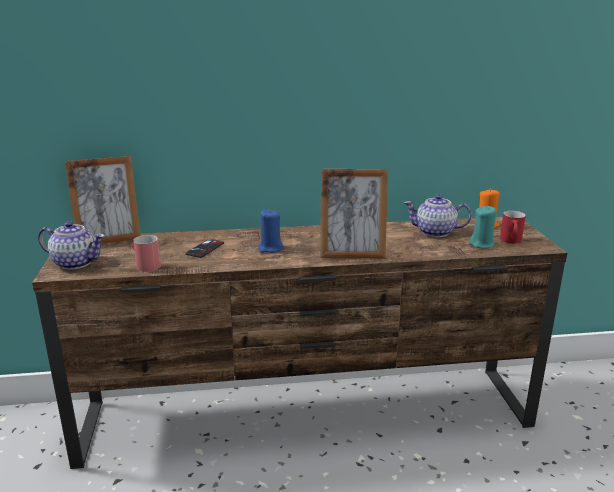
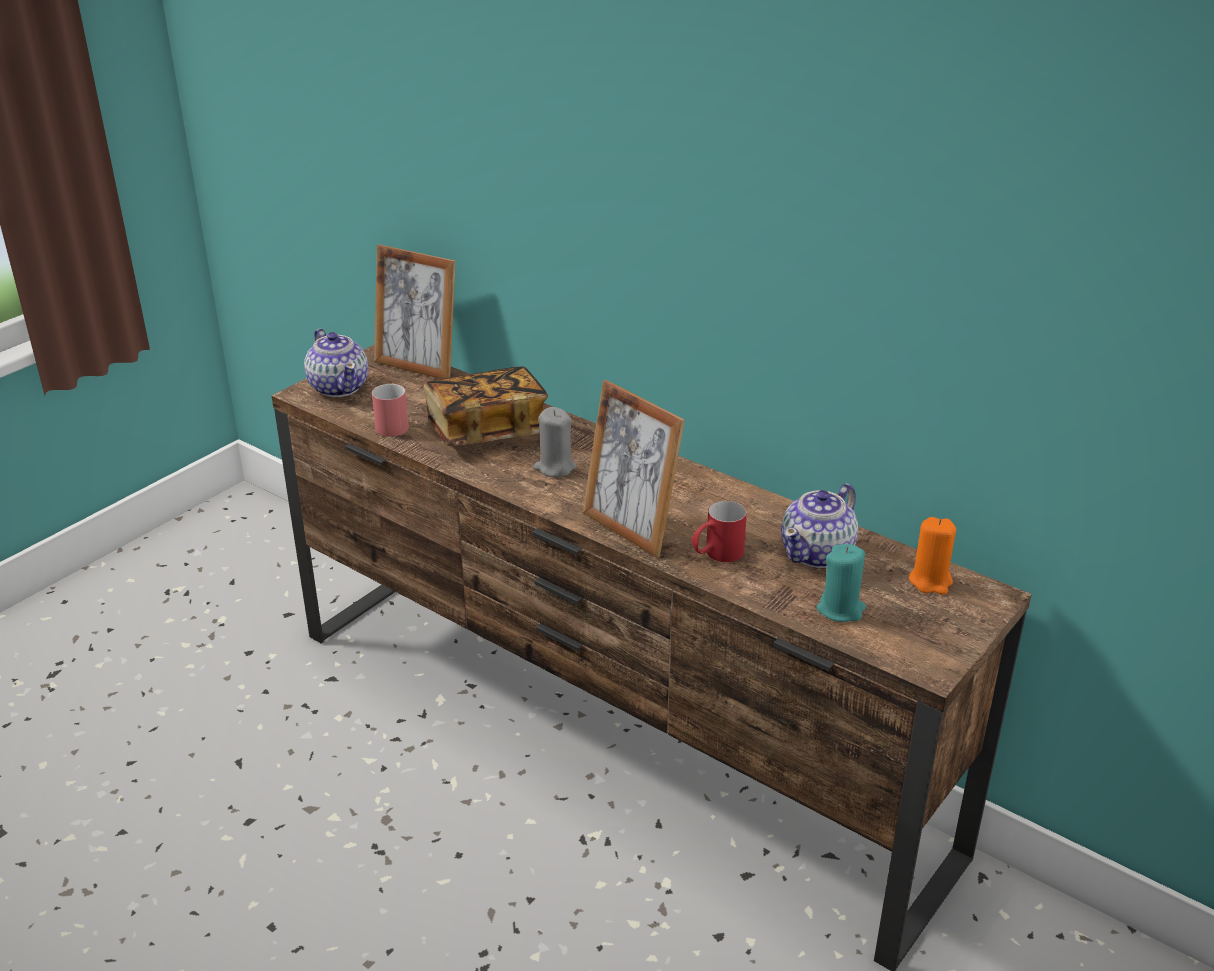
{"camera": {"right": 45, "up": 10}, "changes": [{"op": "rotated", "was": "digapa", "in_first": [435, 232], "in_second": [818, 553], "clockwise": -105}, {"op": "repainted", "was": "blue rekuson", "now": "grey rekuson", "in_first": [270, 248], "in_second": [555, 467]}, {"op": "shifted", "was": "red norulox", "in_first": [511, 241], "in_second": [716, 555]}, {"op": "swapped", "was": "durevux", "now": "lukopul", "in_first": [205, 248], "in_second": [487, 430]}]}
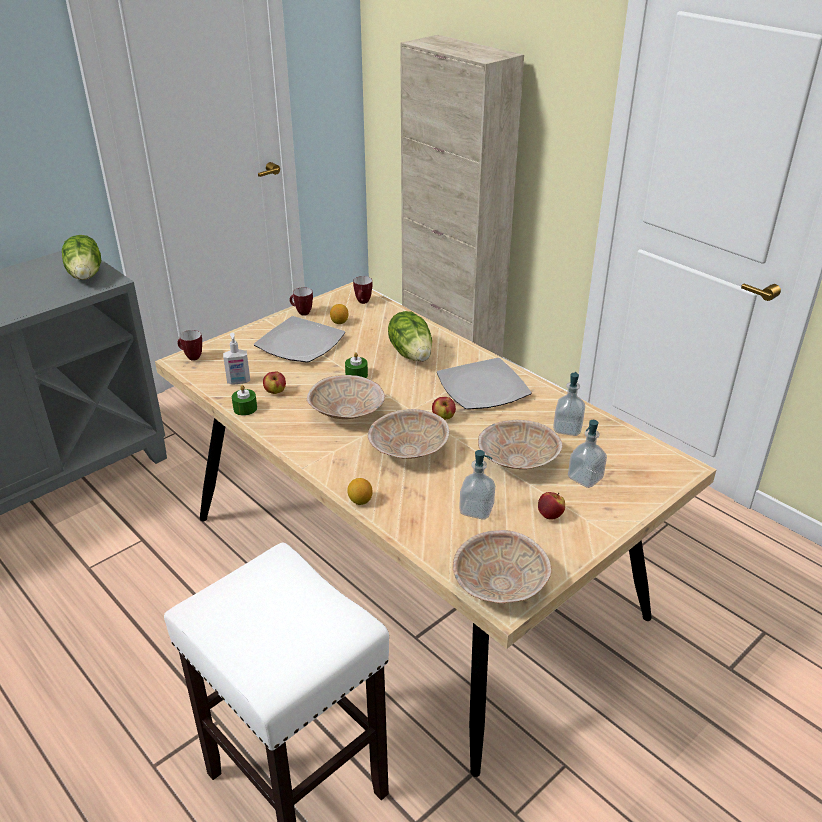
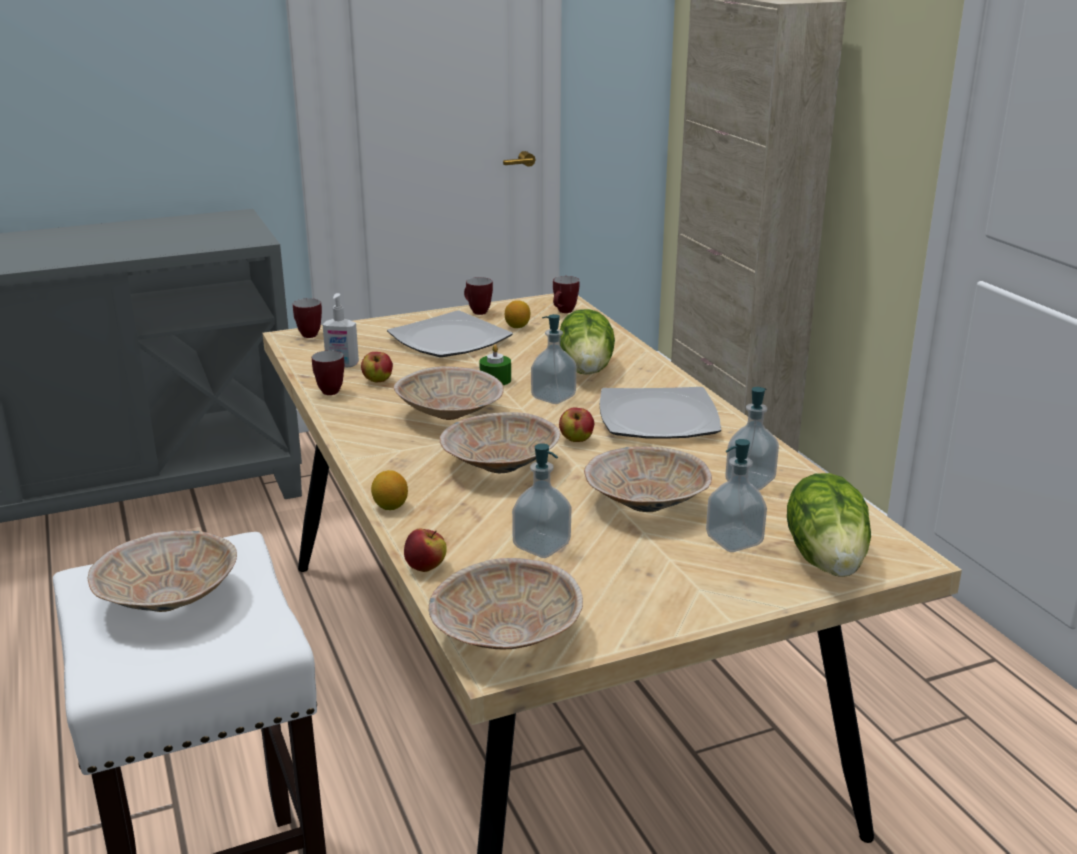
{"camera": {"right": 20, "up": -10}, "changes": [{"op": "shifted", "was": "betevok", "in_first": [86, 275], "in_second": [827, 558]}, {"op": "swapped", "was": "green rekuson", "now": "norulox", "in_first": [245, 408], "in_second": [327, 391]}, {"op": "shifted", "was": "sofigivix", "in_first": [550, 515], "in_second": [426, 567]}, {"op": "new", "now": "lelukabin", "in_second": [553, 397]}, {"op": "new", "now": "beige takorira", "in_second": [169, 599]}]}
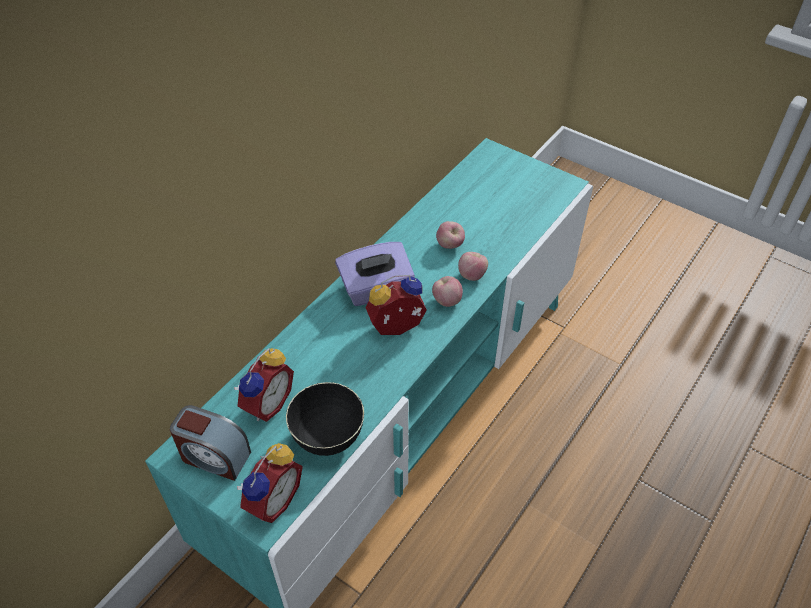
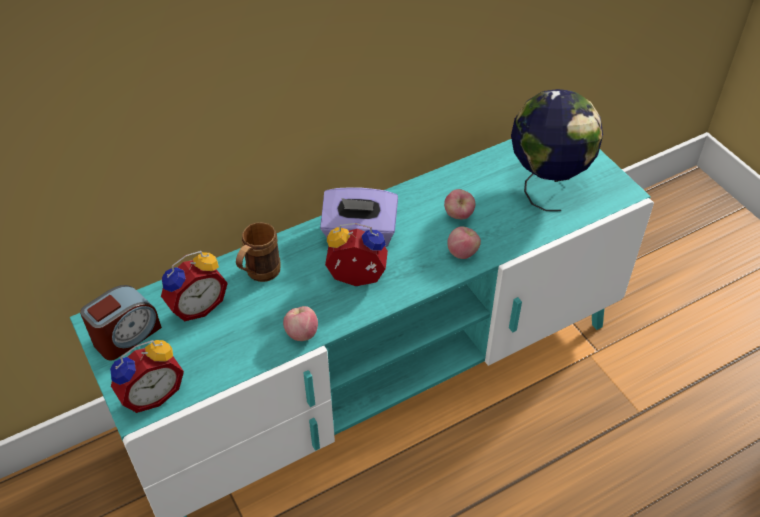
{"camera": {"right": 25, "up": 0}, "changes": [{"op": "shifted", "was": "sofigivix", "in_first": [446, 301], "in_second": [301, 333]}, {"op": "gone", "was": "black takorira", "in_first": [328, 437]}, {"op": "rotated", "was": "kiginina", "in_first": [214, 456], "in_second": [126, 336], "clockwise": -90}, {"op": "new", "now": "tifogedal", "in_second": [547, 185]}, {"op": "new", "now": "brown norulox", "in_second": [258, 275]}]}
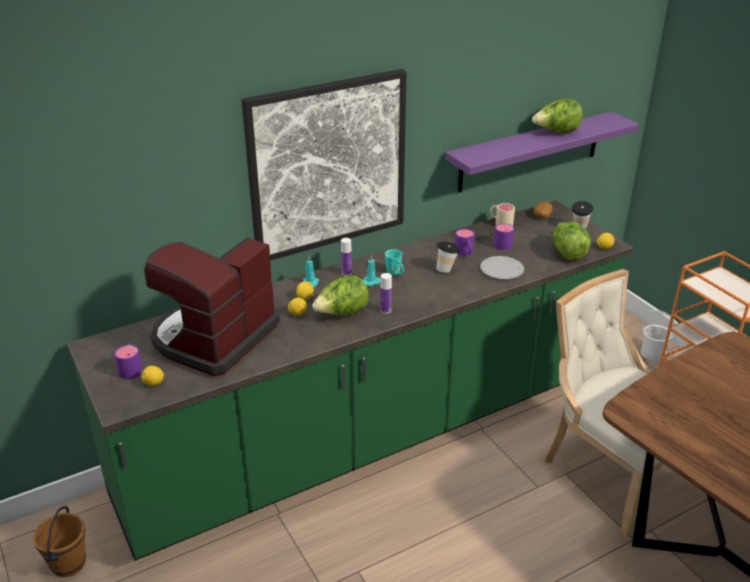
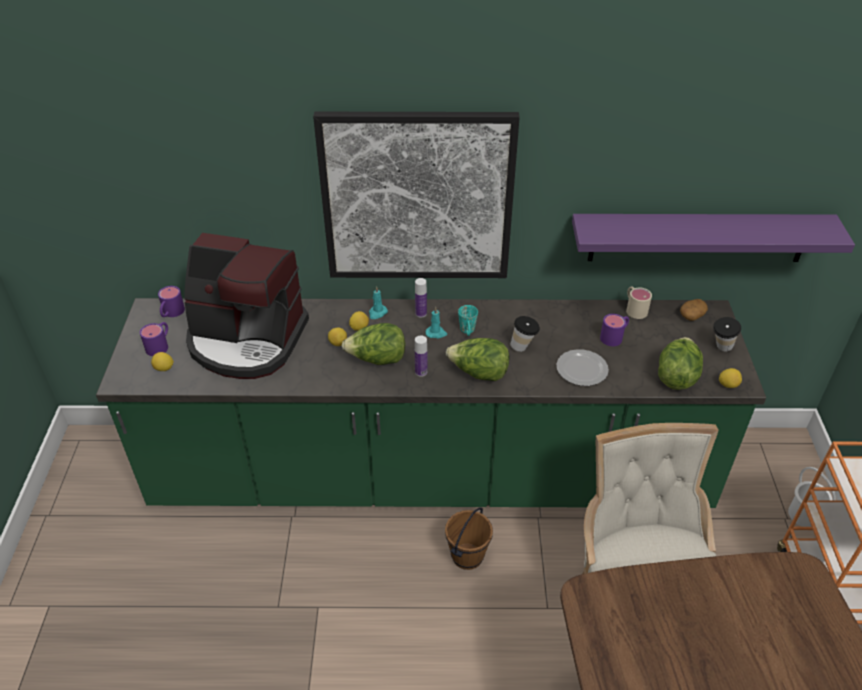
{"camera": {"right": 30, "up": 10}, "changes": [{"op": "shifted", "was": "betevok", "in_first": [556, 133], "in_second": [478, 373]}, {"op": "shifted", "was": "purple norulox", "in_first": [465, 253], "in_second": [171, 313]}, {"op": "rotated", "was": "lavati", "in_first": [214, 338], "in_second": [247, 341], "clockwise": -135}, {"op": "shifted", "was": "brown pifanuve", "in_first": [68, 564], "in_second": [467, 556]}]}
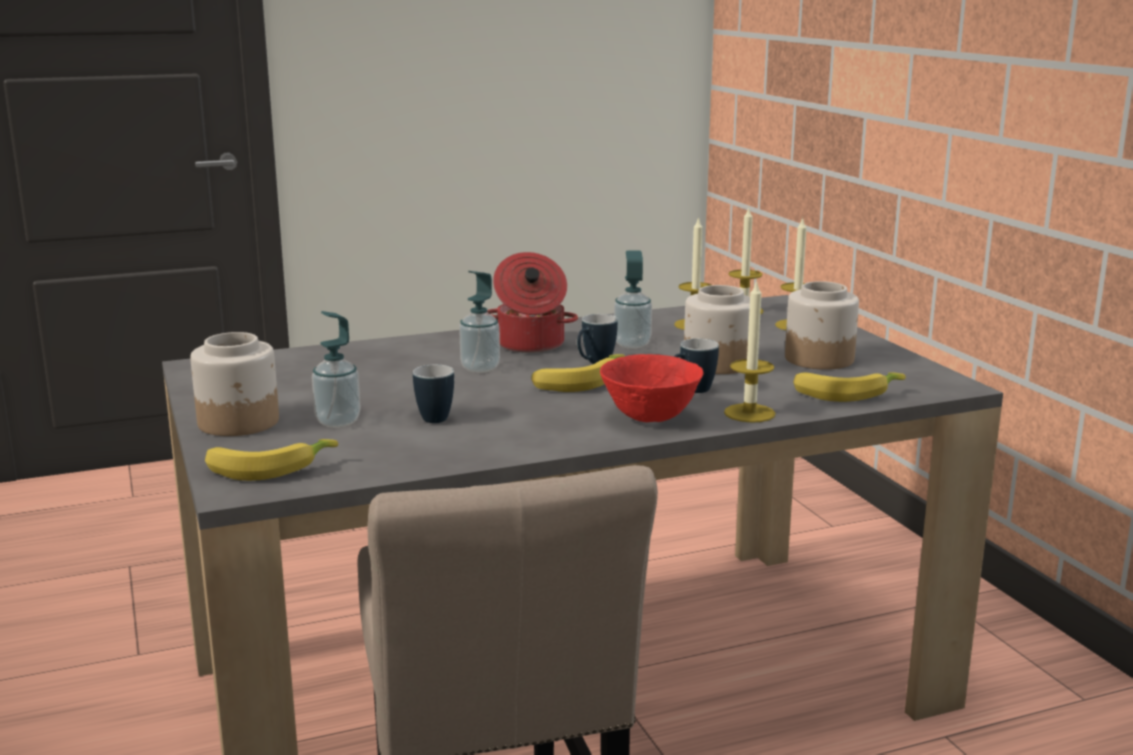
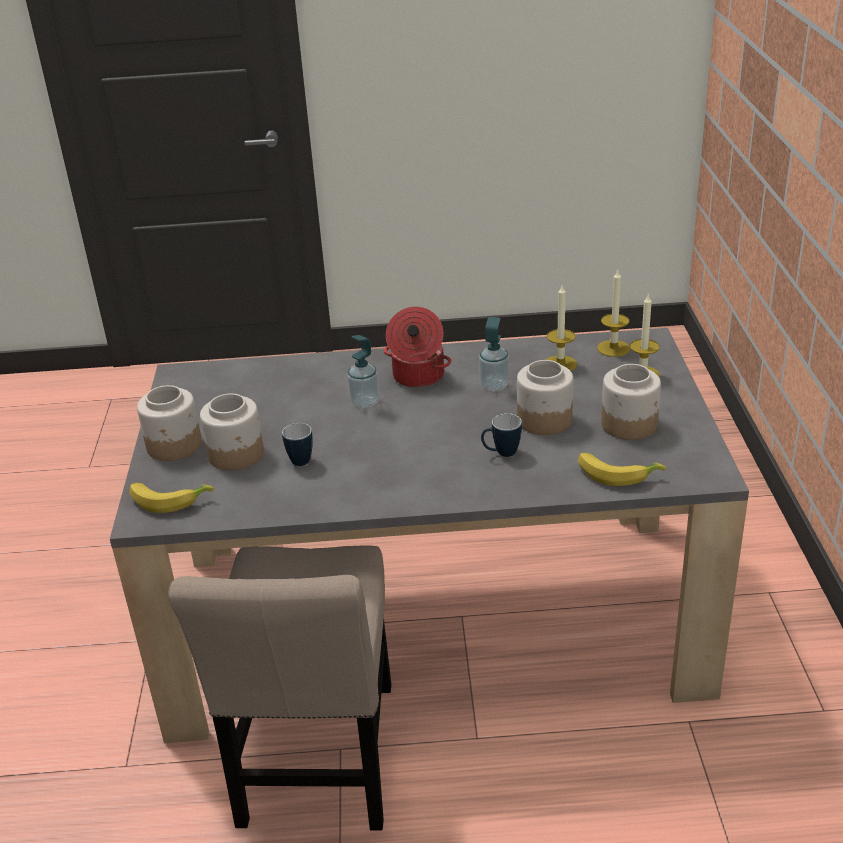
{"camera": {"right": 20, "up": 15}, "changes": [{"op": "gone", "was": "rekuson", "in_first": [749, 413]}, {"op": "swapped", "was": "lelukabin", "now": "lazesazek", "in_first": [338, 422], "in_second": [236, 454]}, {"op": "gone", "was": "norulox", "in_first": [594, 363]}, {"op": "gone", "was": "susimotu", "in_first": [578, 382]}, {"op": "gone", "was": "red takorira", "in_first": [650, 418]}]}
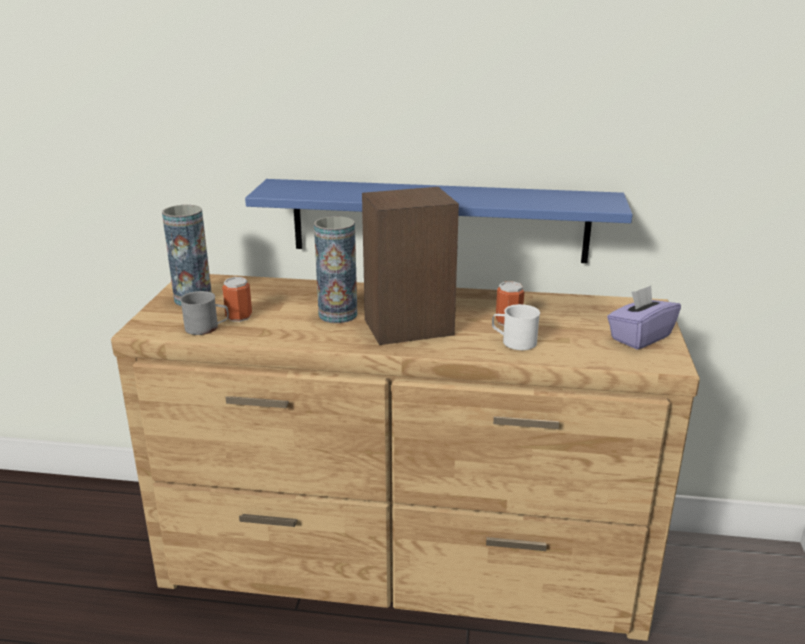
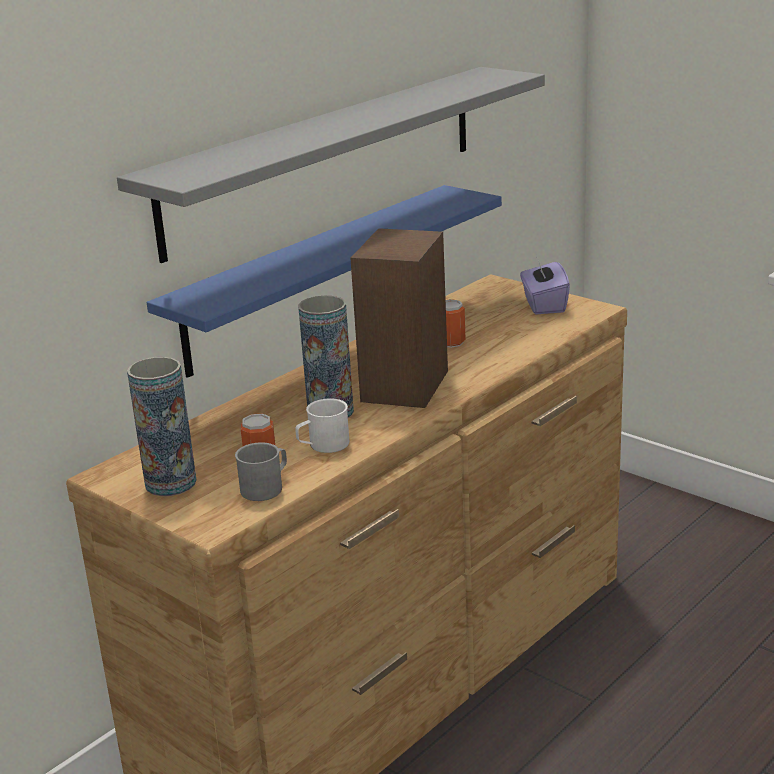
{"camera": {"right": -55, "up": 0}, "changes": [{"op": "shifted", "was": "white norulox", "in_first": [514, 341], "in_second": [323, 445]}, {"op": "new", "now": "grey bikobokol", "in_second": [326, 157]}]}
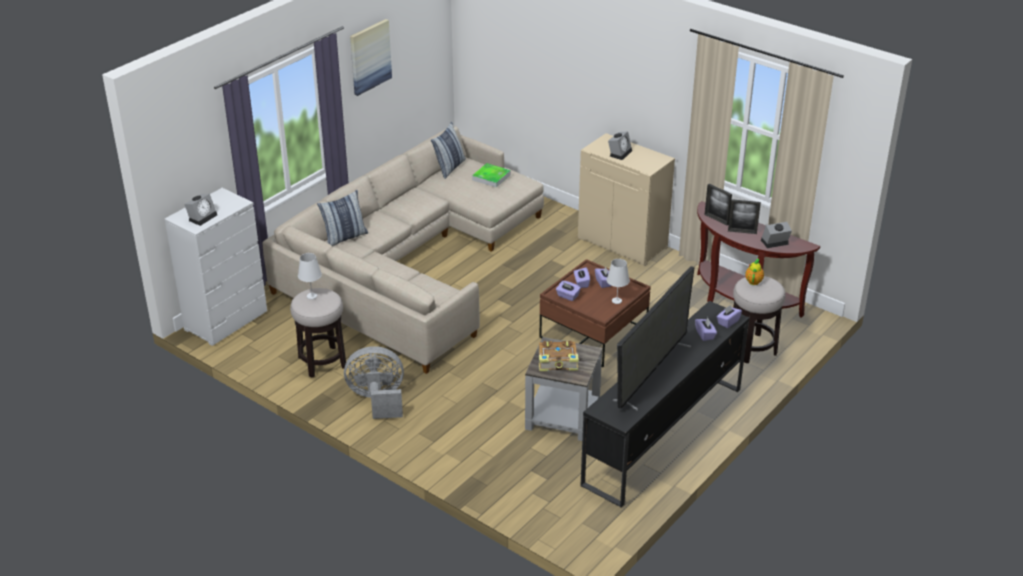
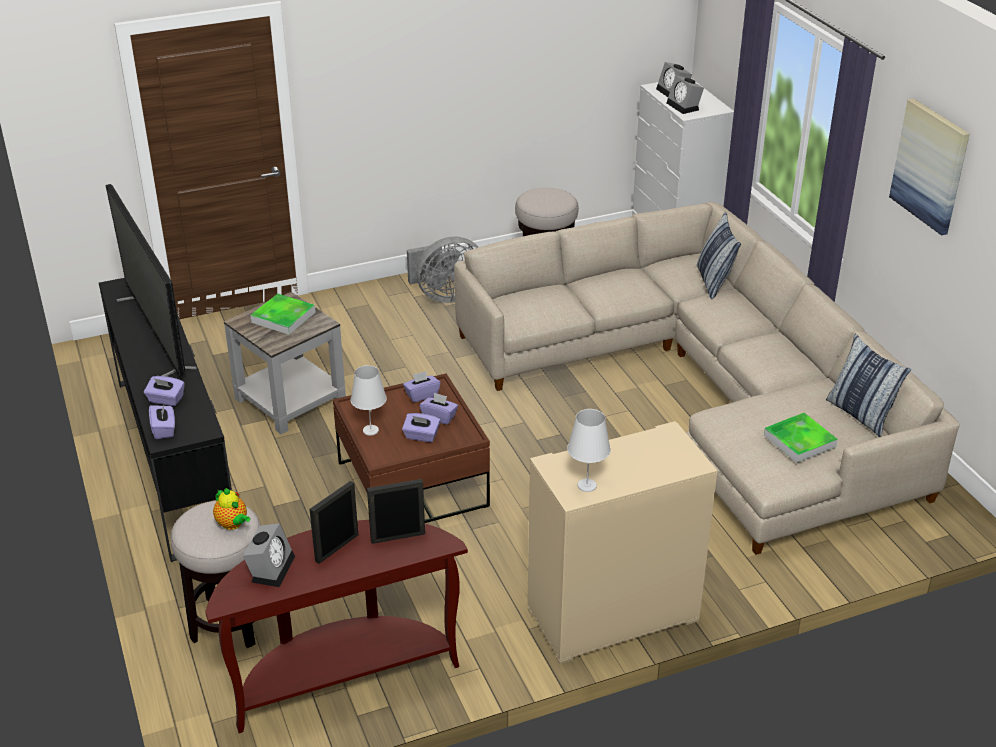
{"camera": {"right": 120, "up": 0}, "changes": [{"op": "shifted", "was": "kiginina", "in_first": [620, 153], "in_second": [684, 106]}, {"op": "shifted", "was": "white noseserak", "in_first": [311, 296], "in_second": [587, 485]}, {"op": "swapped", "was": "lukopul", "now": "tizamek", "in_first": [558, 362], "in_second": [283, 317]}, {"op": "rotated", "was": "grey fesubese", "in_first": [377, 400], "in_second": [446, 296], "clockwise": 45}]}
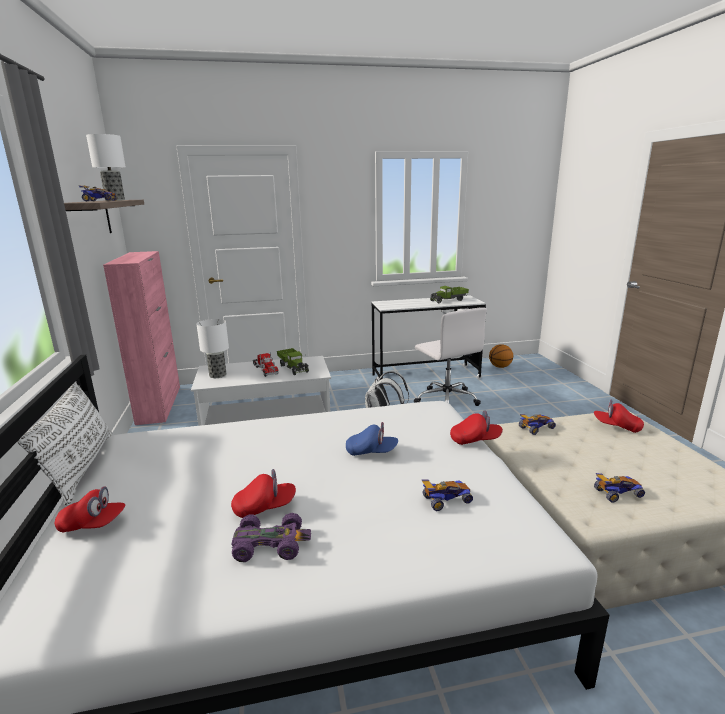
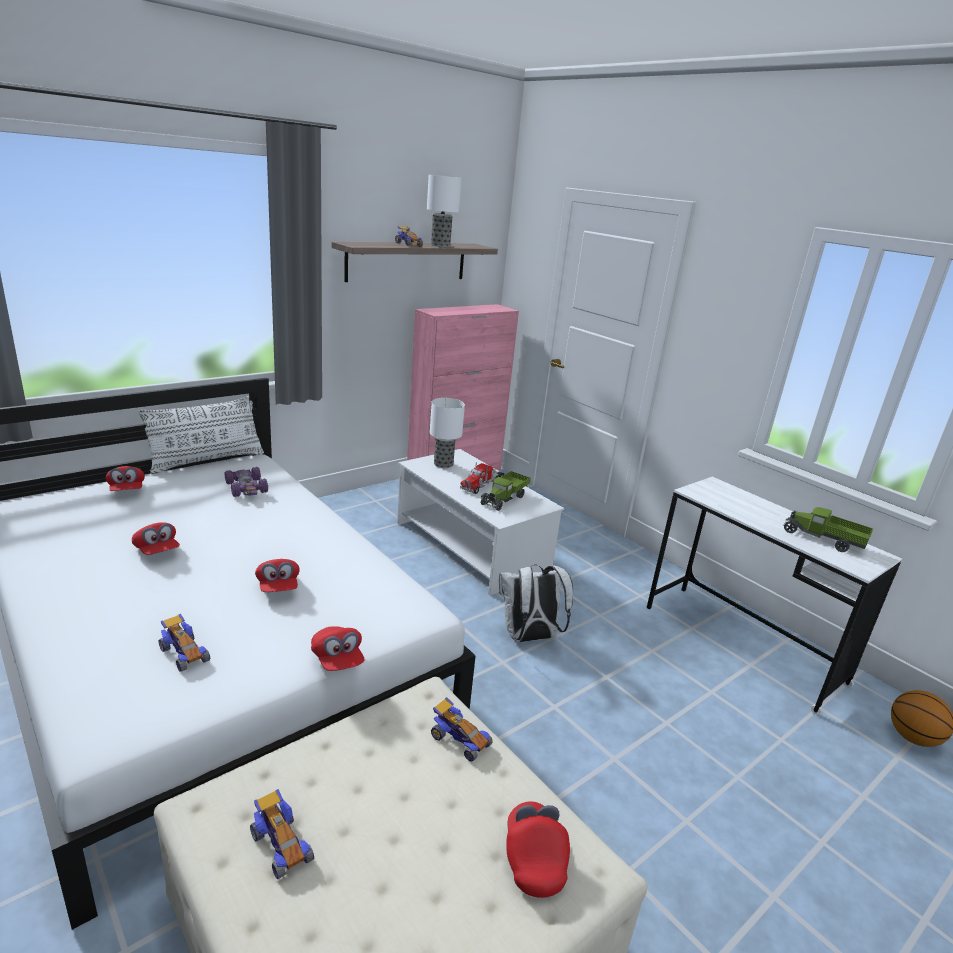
{"camera": {"right": 60, "up": 5}, "changes": [{"op": "gone", "was": "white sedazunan", "in_first": [446, 400]}, {"op": "repainted", "was": "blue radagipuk", "now": "red radagipuk", "in_first": [371, 452], "in_second": [278, 587]}, {"op": "shifted", "was": "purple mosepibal", "in_first": [270, 544], "in_second": [247, 488]}]}
